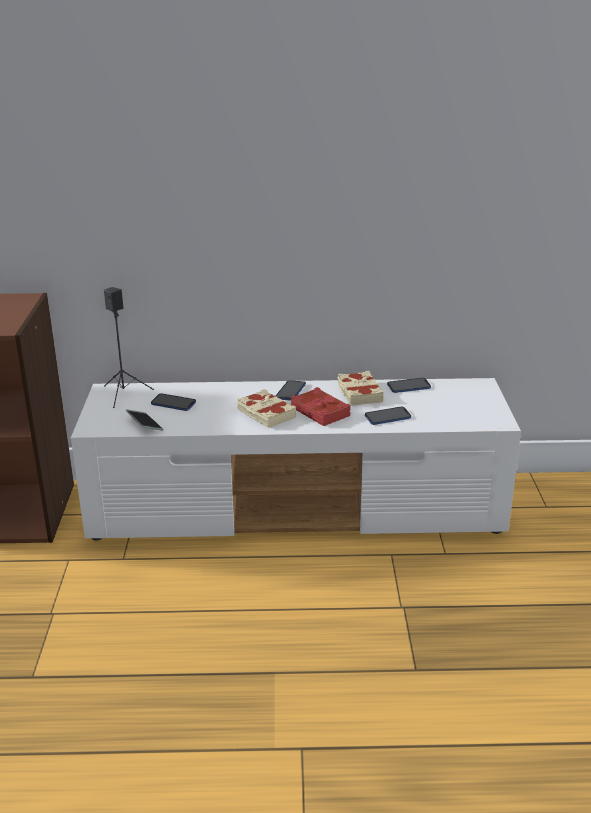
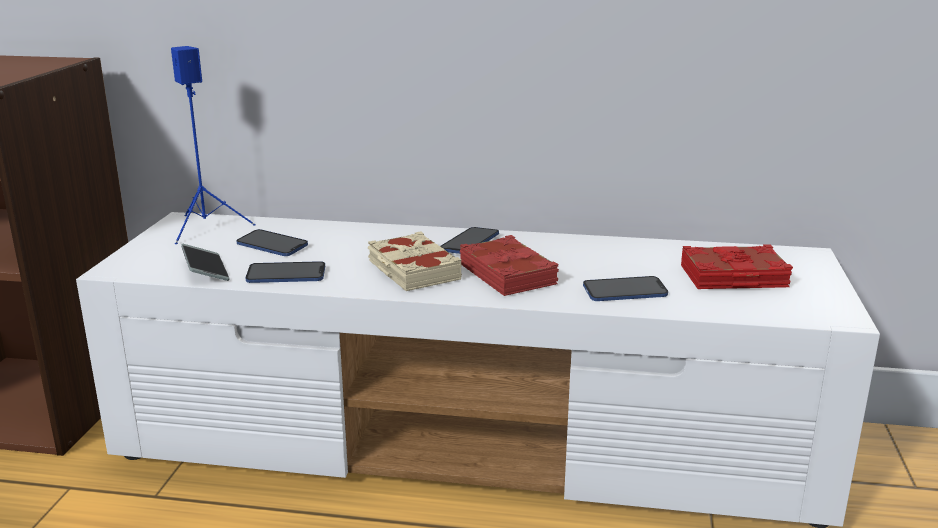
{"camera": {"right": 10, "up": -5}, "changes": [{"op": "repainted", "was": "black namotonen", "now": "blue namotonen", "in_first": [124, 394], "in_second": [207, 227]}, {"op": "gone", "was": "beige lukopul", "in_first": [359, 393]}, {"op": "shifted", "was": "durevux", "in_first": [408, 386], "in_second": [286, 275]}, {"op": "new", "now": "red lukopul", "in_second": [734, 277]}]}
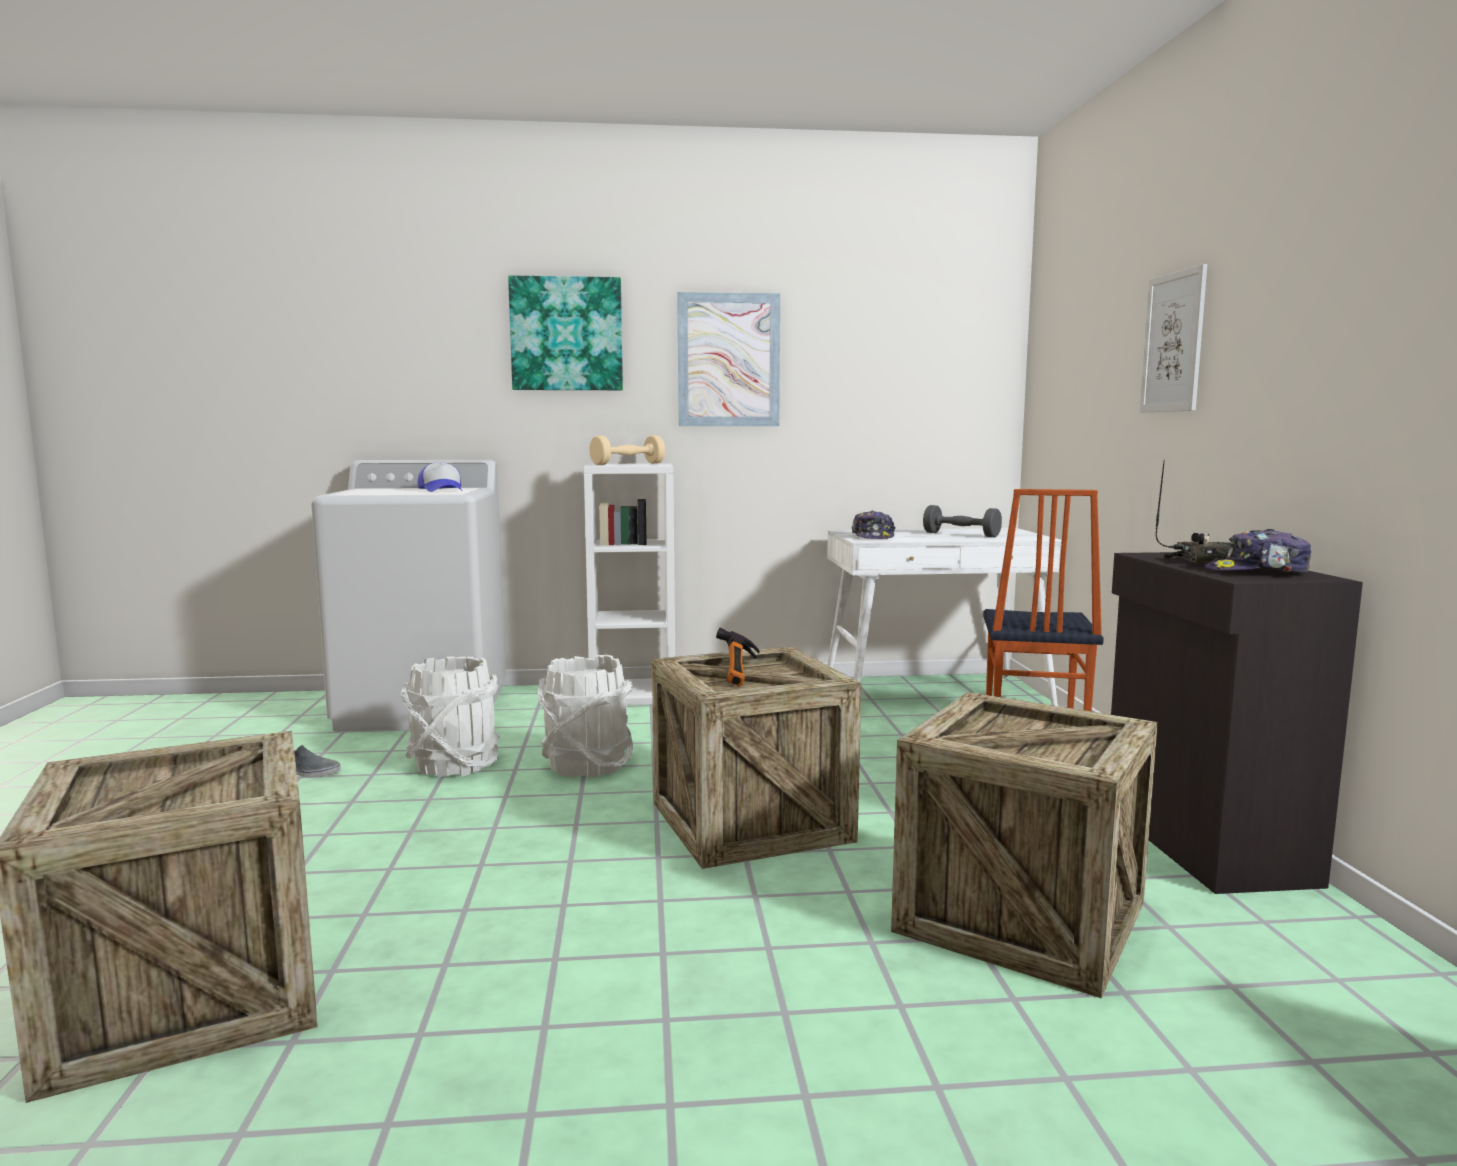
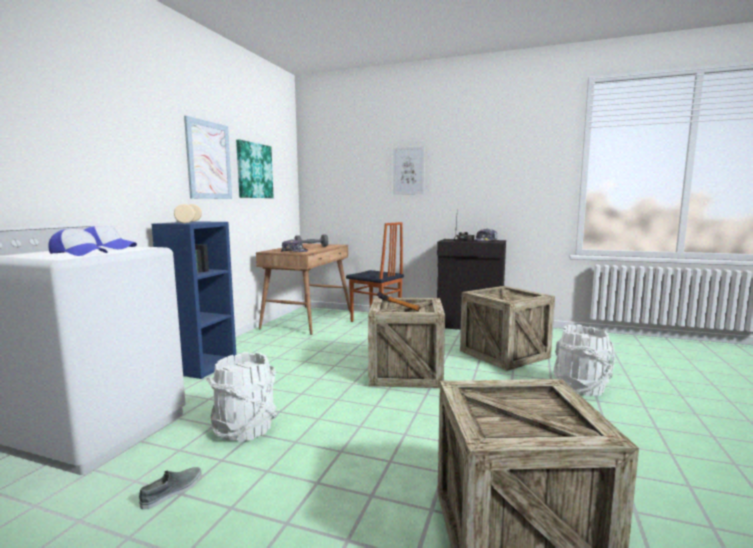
{"camera": {"right": -65, "up": 0}, "changes": [{"op": "shifted", "was": "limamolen", "in_first": [566, 334], "in_second": [254, 170]}, {"op": "repainted", "was": "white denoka", "now": "blue denoka", "in_first": [634, 694], "in_second": [202, 366]}, {"op": "repainted", "was": "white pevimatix", "now": "brown pevimatix", "in_first": [936, 694], "in_second": [308, 319]}, {"op": "shifted", "was": "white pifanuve", "in_first": [586, 765], "in_second": [581, 387]}, {"op": "new", "now": "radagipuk", "in_second": [79, 253]}]}
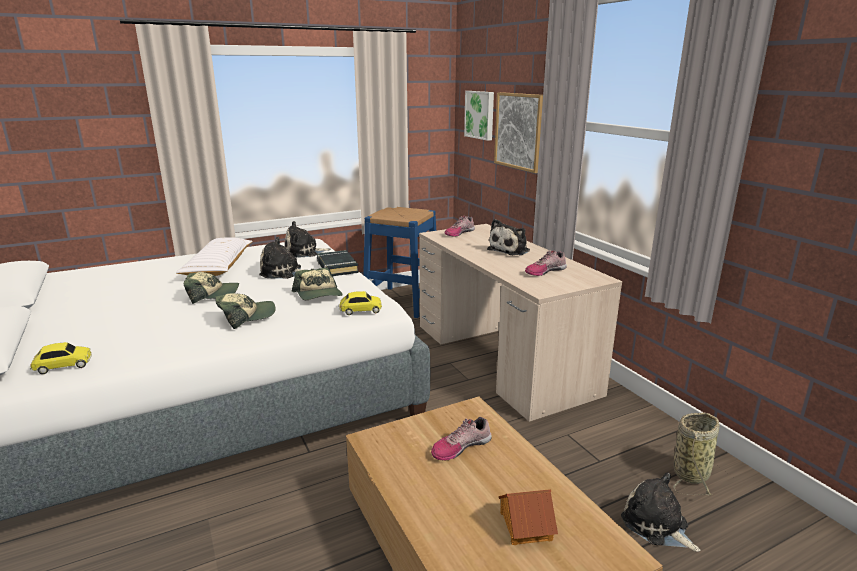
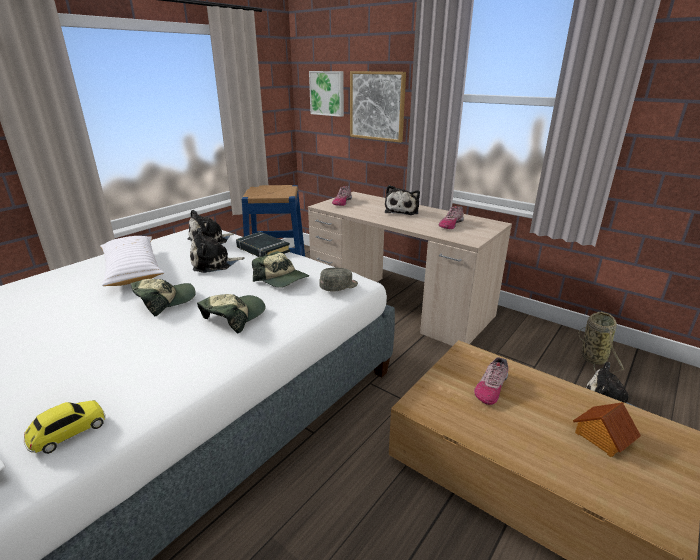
{"camera": {"right": -25, "up": 5}, "changes": [{"op": "swapped", "was": "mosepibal", "now": "grey radagipuk", "in_first": [360, 310], "in_second": [339, 287]}]}
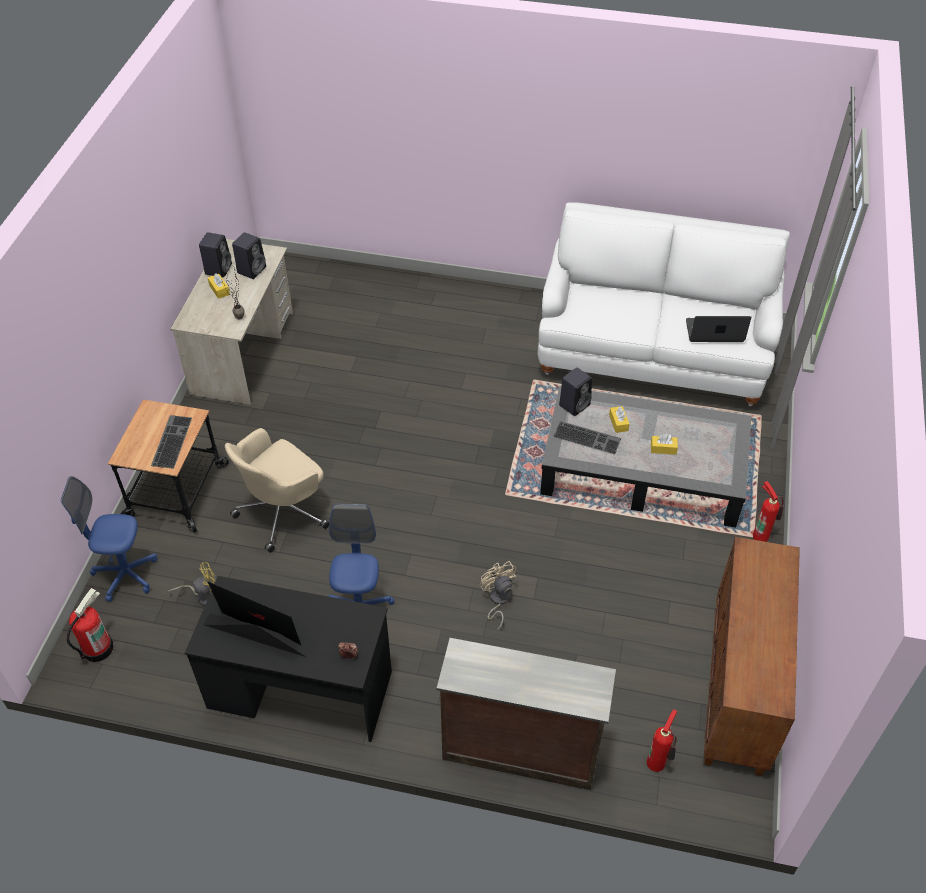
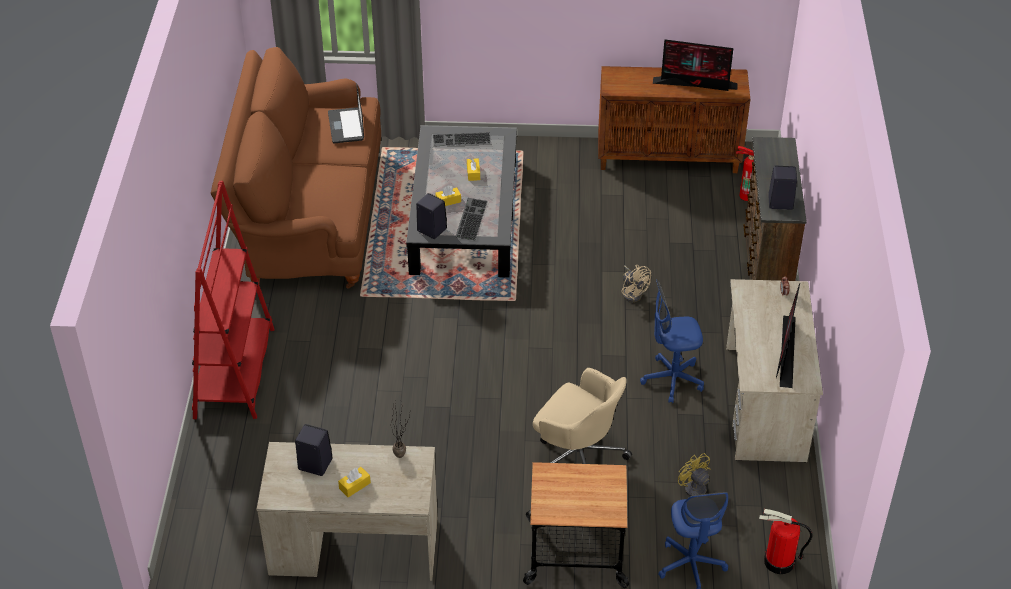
{"camera": {"right": -100, "up": -5}, "changes": [{"op": "repainted", "was": "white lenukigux", "now": "brown lenukigux", "in_first": [652, 352], "in_second": [307, 216]}, {"op": "shifted", "was": "black namotonen", "in_first": [218, 268], "in_second": [779, 202]}, {"op": "shifted", "was": "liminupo", "in_first": [171, 441], "in_second": [461, 140]}, {"op": "gone", "was": "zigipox", "in_first": [761, 535]}, {"op": "rotated", "was": "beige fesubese", "in_first": [498, 600], "in_second": [633, 292], "clockwise": -90}, {"op": "repainted", "was": "black pevimatix", "now": "beige pevimatix", "in_first": [300, 689], "in_second": [764, 404]}, {"op": "new", "now": "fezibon", "in_second": [696, 83]}, {"op": "new", "now": "red denoka", "in_second": [235, 373]}]}
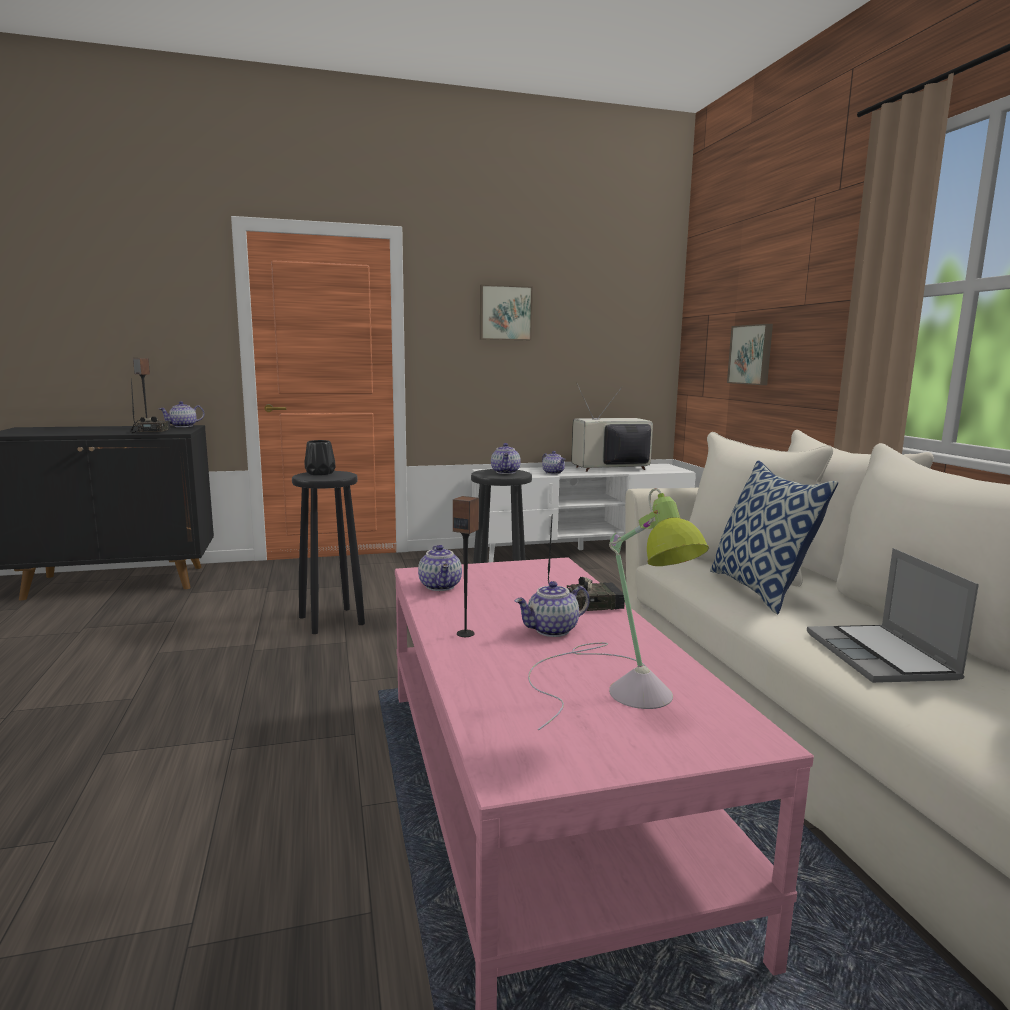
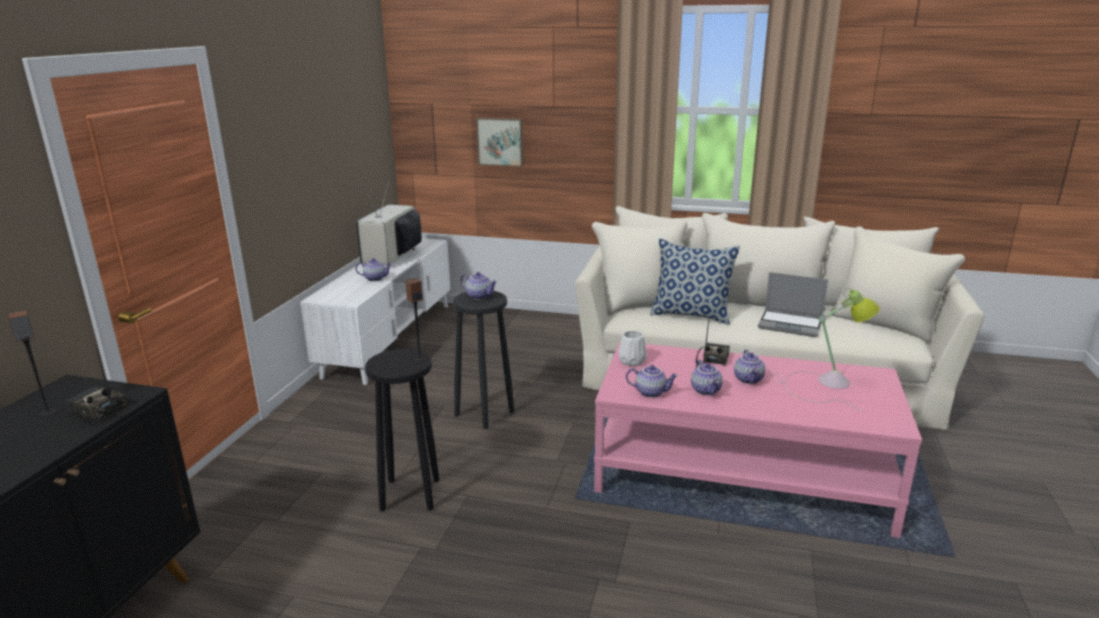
{"camera": {"right": -60, "up": 10}, "changes": [{"op": "gone", "was": "limamolen", "in_first": [505, 313]}, {"op": "shifted", "was": "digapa", "in_first": [183, 426], "in_second": [706, 390]}, {"op": "gone", "was": "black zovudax", "in_first": [320, 473]}, {"op": "shifted", "was": "namotonen", "in_first": [465, 633], "in_second": [419, 360]}, {"op": "new", "now": "white zovudax", "in_second": [631, 361]}]}
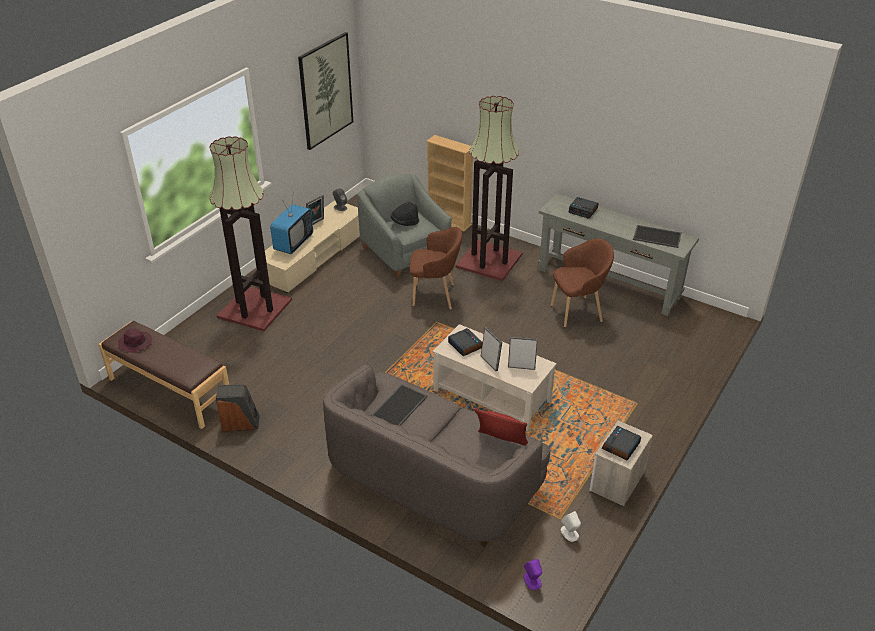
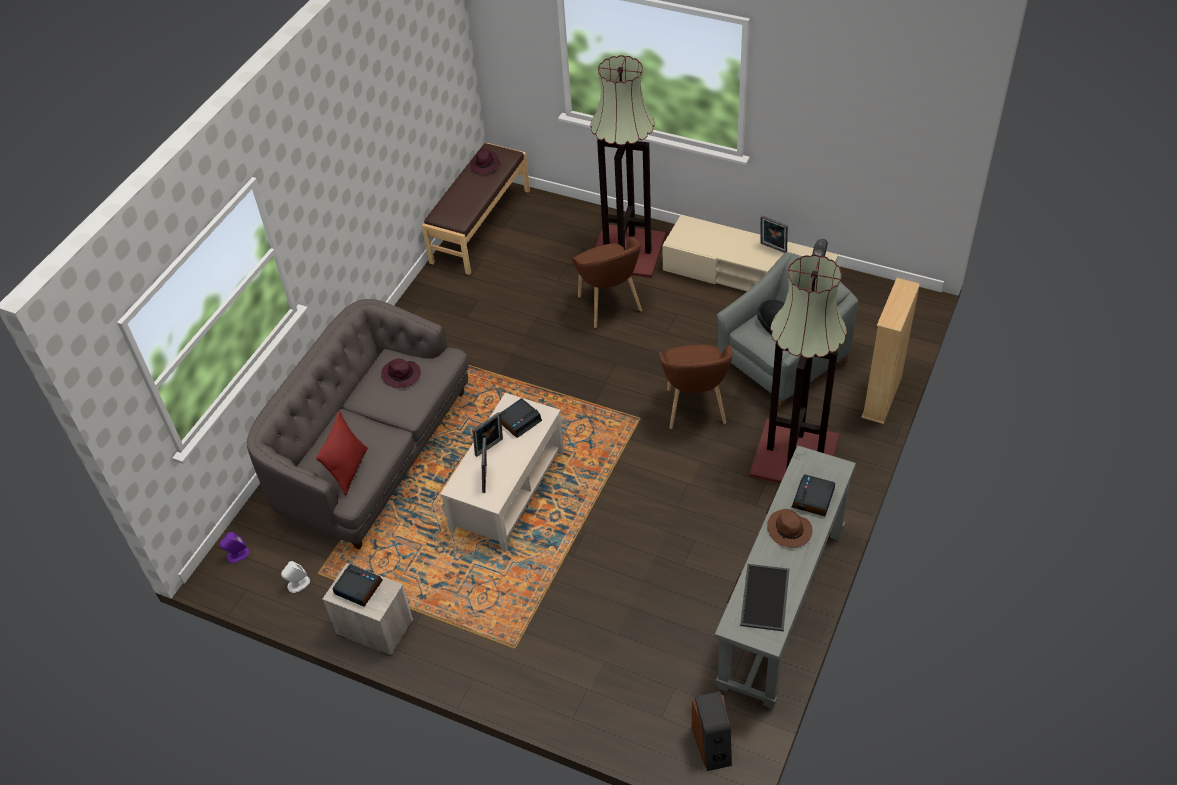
{"camera": {"right": 85, "up": 10}, "changes": [{"op": "gone", "was": "limamolen", "in_first": [326, 91]}, {"op": "gone", "was": "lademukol", "in_first": [293, 243]}, {"op": "shifted", "was": "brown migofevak", "in_first": [578, 312], "in_second": [609, 306]}, {"op": "shifted", "was": "namotonen", "in_first": [240, 423], "in_second": [712, 745]}, {"op": "swapped", "was": "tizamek", "now": "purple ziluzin", "in_first": [399, 405], "in_second": [402, 375]}, {"op": "new", "now": "brown ziluzin", "in_second": [789, 531]}]}
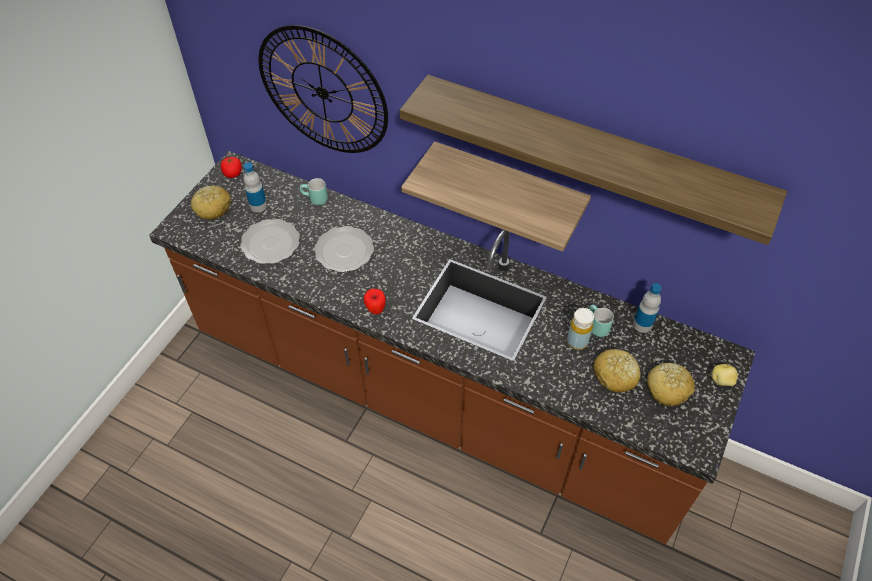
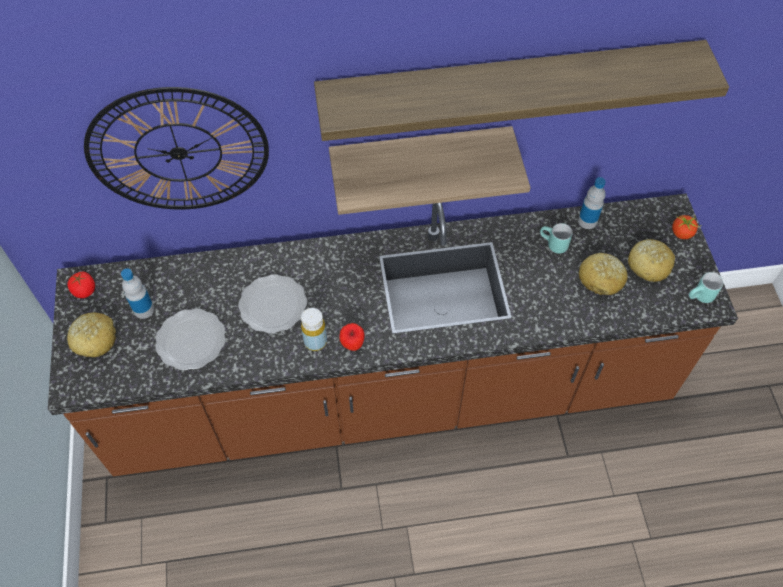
{"camera": {"right": -35, "up": 5}, "changes": [{"op": "shifted", "was": "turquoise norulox", "in_first": [314, 200], "in_second": [700, 298]}, {"op": "shifted", "was": "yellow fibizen", "in_first": [577, 341], "in_second": [315, 341]}, {"op": "swapped", "was": "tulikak", "now": "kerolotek", "in_first": [722, 381], "in_second": [682, 233]}]}
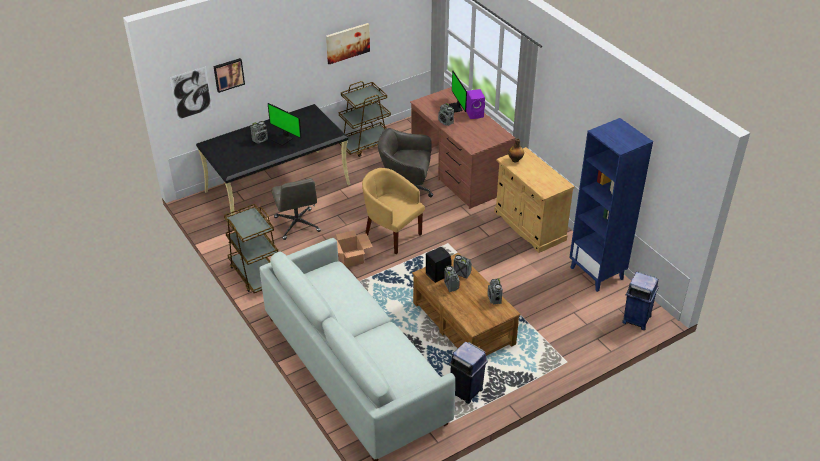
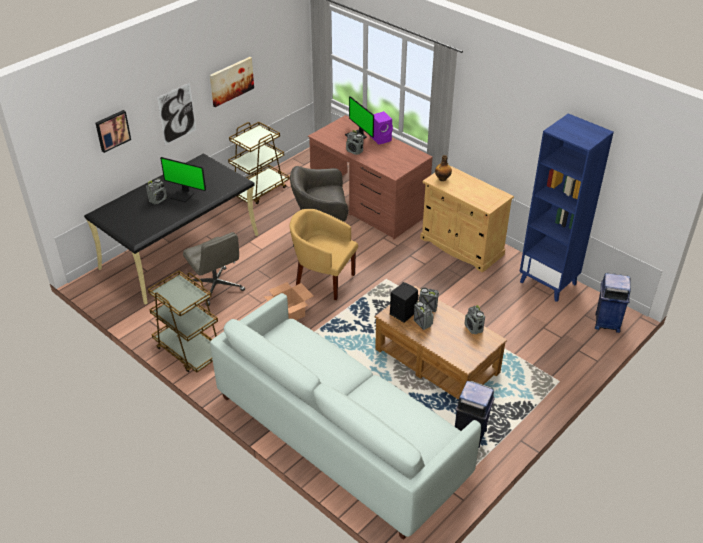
{"camera": {"right": -15, "up": 0}, "changes": [{"op": "shifted", "was": "limamolen", "in_first": [191, 93], "in_second": [177, 114]}]}
